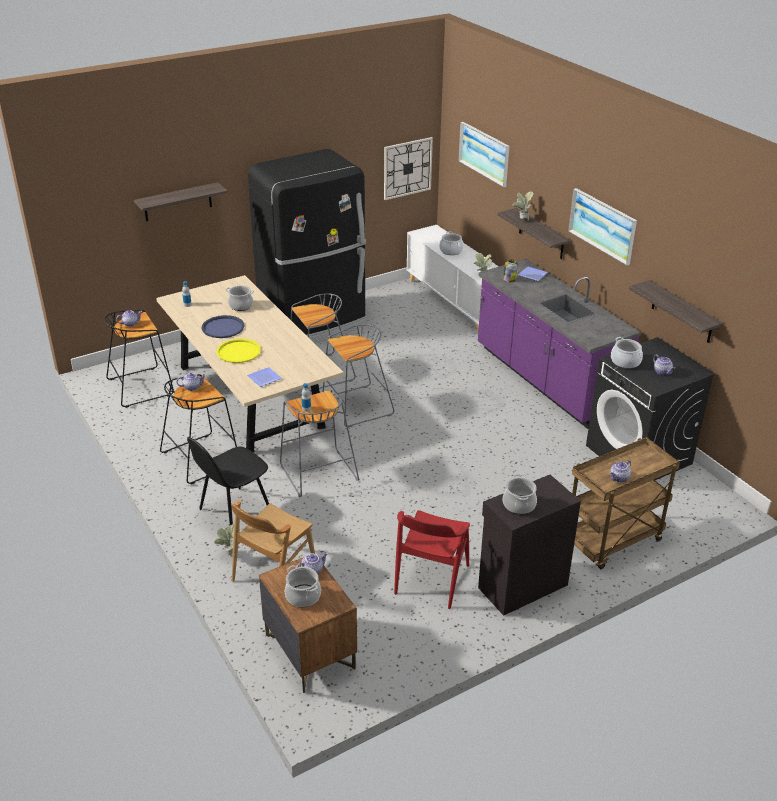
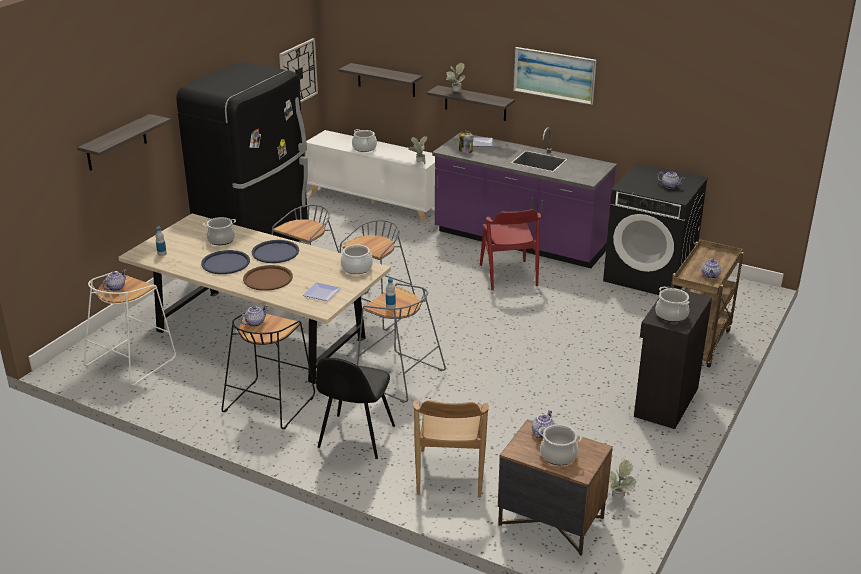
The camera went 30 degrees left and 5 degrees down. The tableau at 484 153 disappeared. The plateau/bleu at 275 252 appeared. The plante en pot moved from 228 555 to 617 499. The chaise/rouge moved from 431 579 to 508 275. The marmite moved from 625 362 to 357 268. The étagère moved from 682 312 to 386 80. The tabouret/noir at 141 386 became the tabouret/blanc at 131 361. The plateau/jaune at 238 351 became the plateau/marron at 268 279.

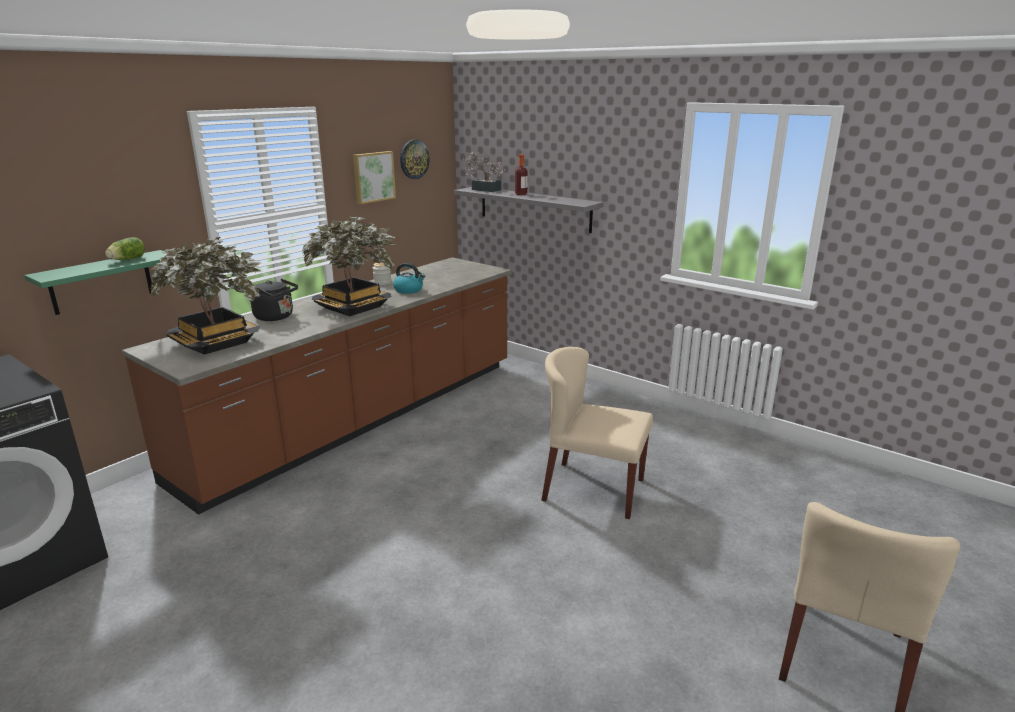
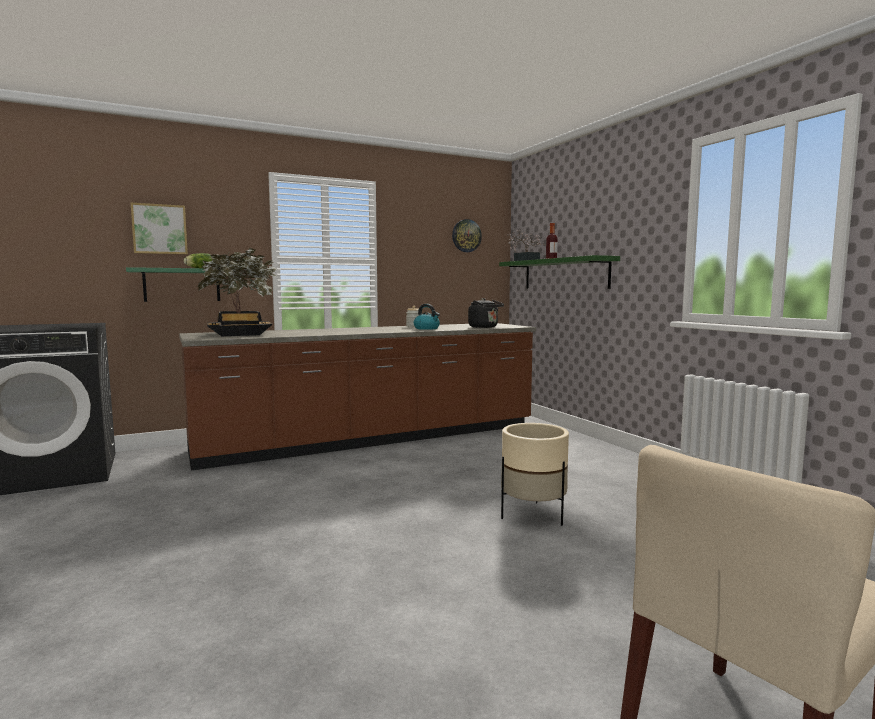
The camera went 25 degrees right and 15 degrees down. The plante en pot at 352 307 disappeared. The bouilloire/noir moved from 276 317 to 485 327. The tableau moved from 373 177 to 159 229. The chaise/beige at 592 489 was replaced by the cache-pot/beige at 533 515. The étagère/gris at 534 209 became the étagère/vert at 564 274.

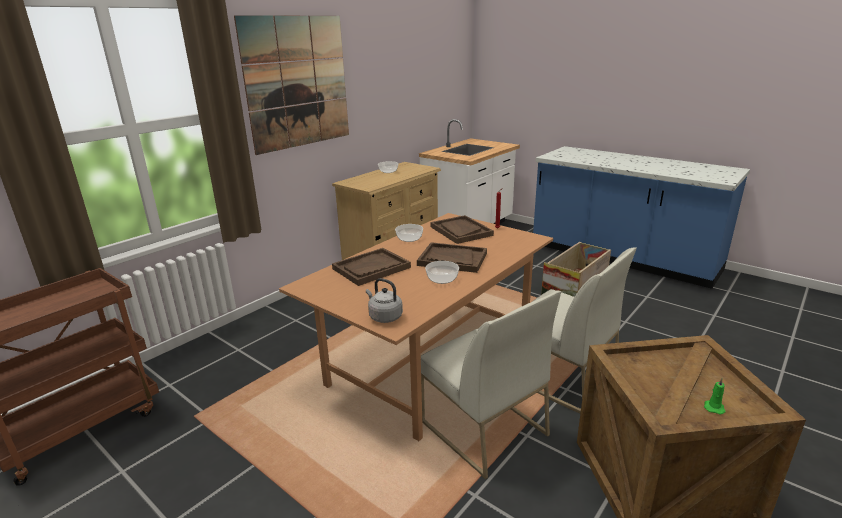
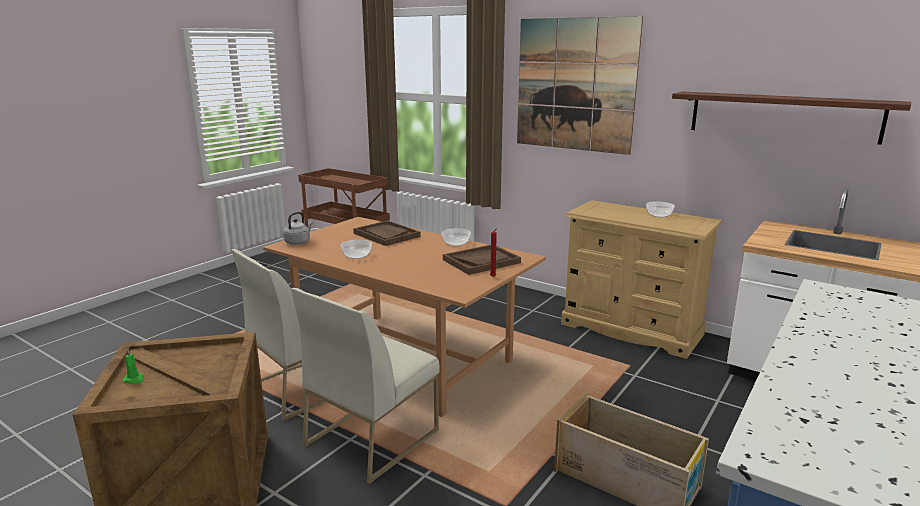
The camera went 85 degrees right and 5 degrees down. The plateau/marron at 452 259 disappeared. The étagère at 782 116 appeared.

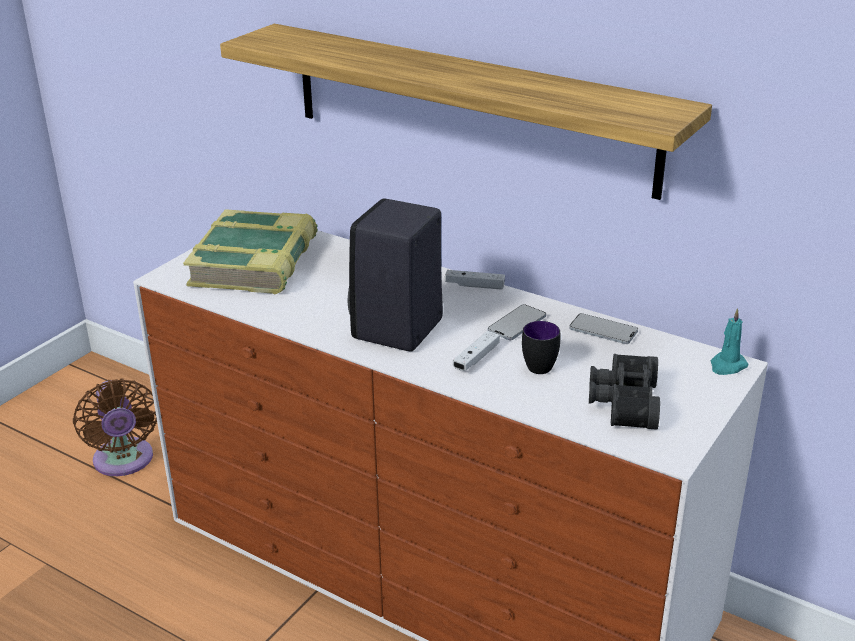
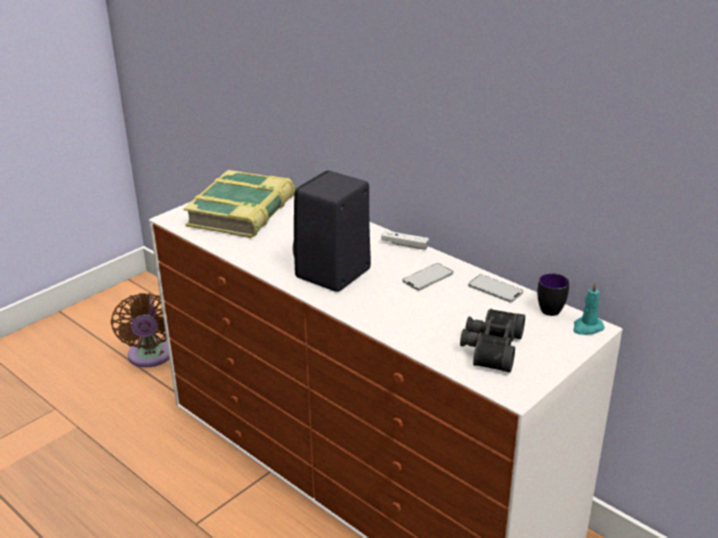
The camera went 10 degrees right and 0 degrees up. The étagère at 468 107 disappeared. The manette/blanc at 476 358 disappeared. The mug moved from 537 364 to 549 307.

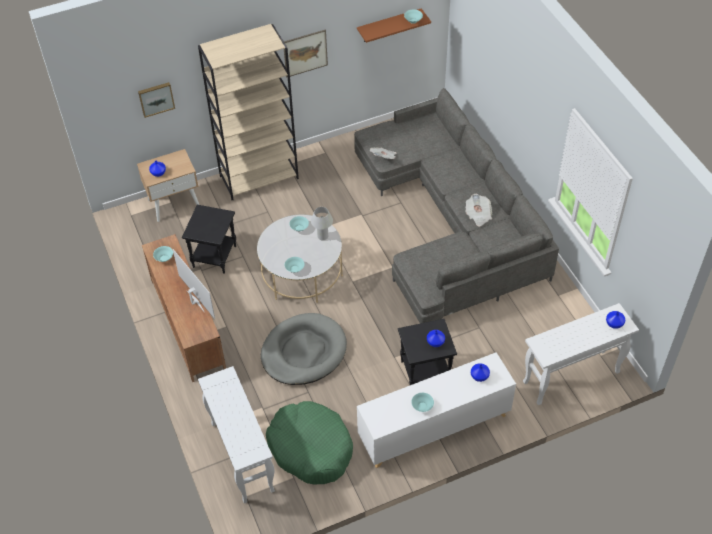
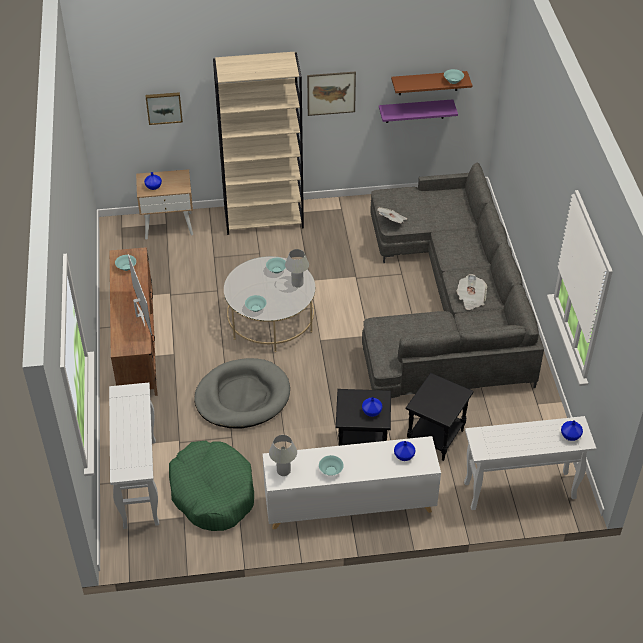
The camera went 15 degrees right and 5 degrees down. The lampe de table/blanc at 283 471 appeared. The étagère/violet at 415 111 appeared. The table d'appoint/noir moved from 215 257 to 436 438.

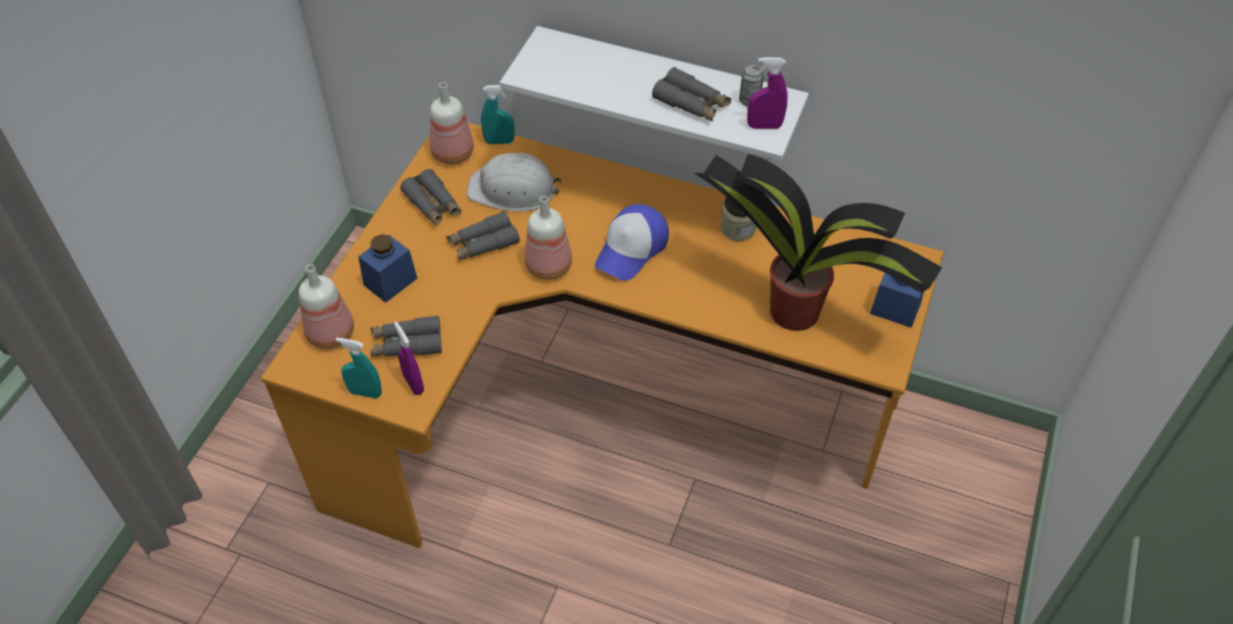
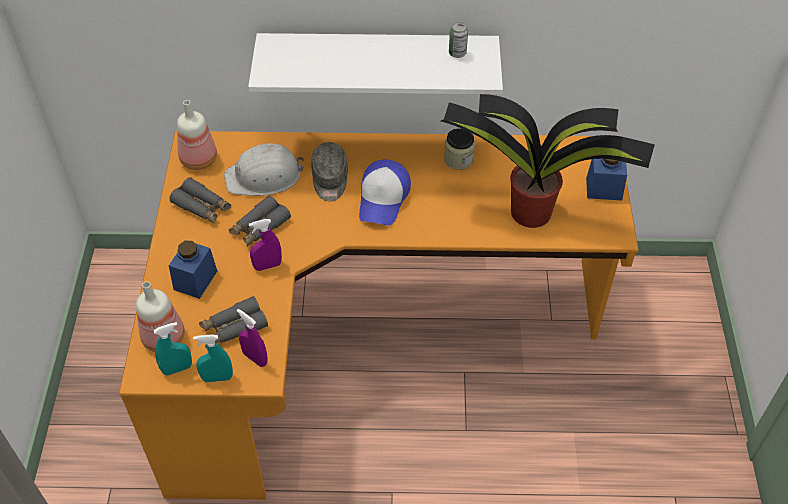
The camera went 20 degrees left and 0 degrees up. The bouteille at 550 266 disappeared. The jumelles/gris at 692 103 disappeared. The casquette/gris at 330 179 appeared. The vaporisateur/turquoise moved from 499 141 to 177 369. The vaporisateur/violet moved from 764 126 to 267 266.

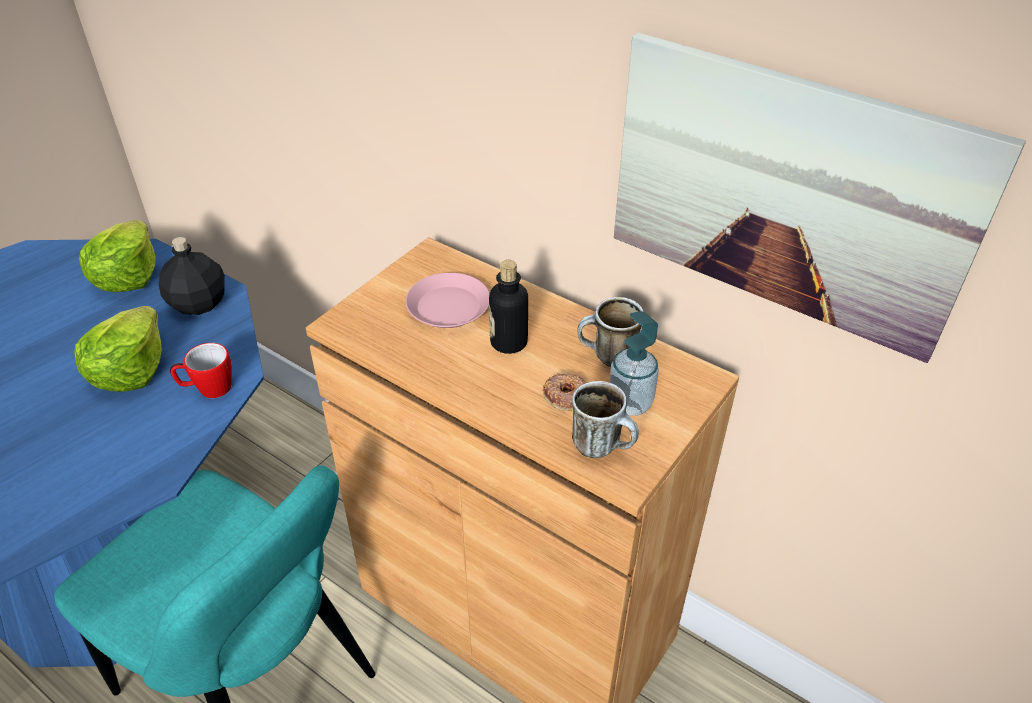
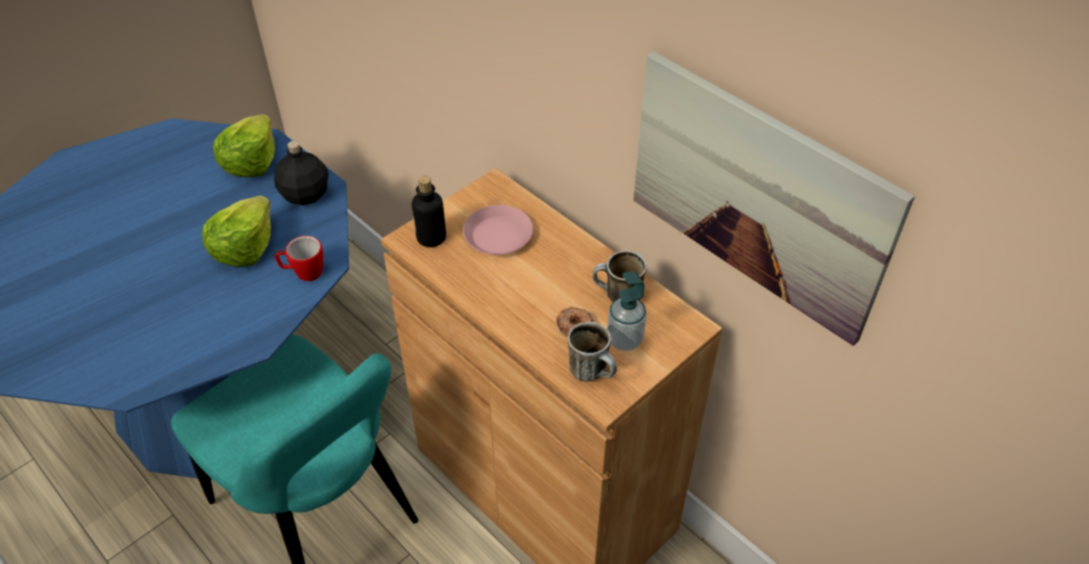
The camera went 10 degrees right and 5 degrees up. The bouteille moved from 508 342 to 431 237.

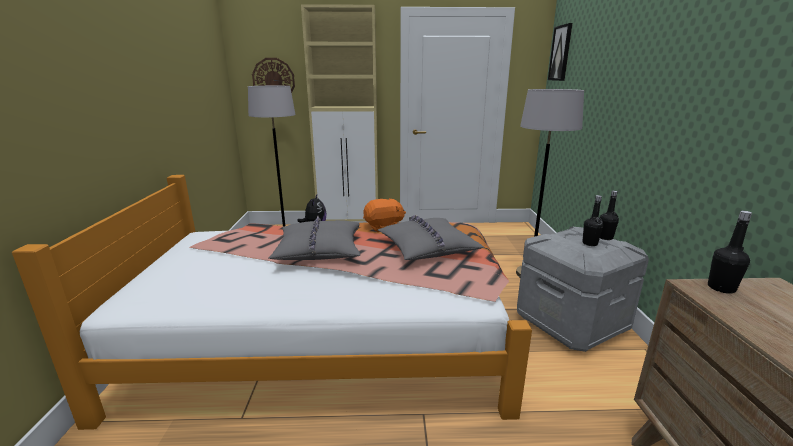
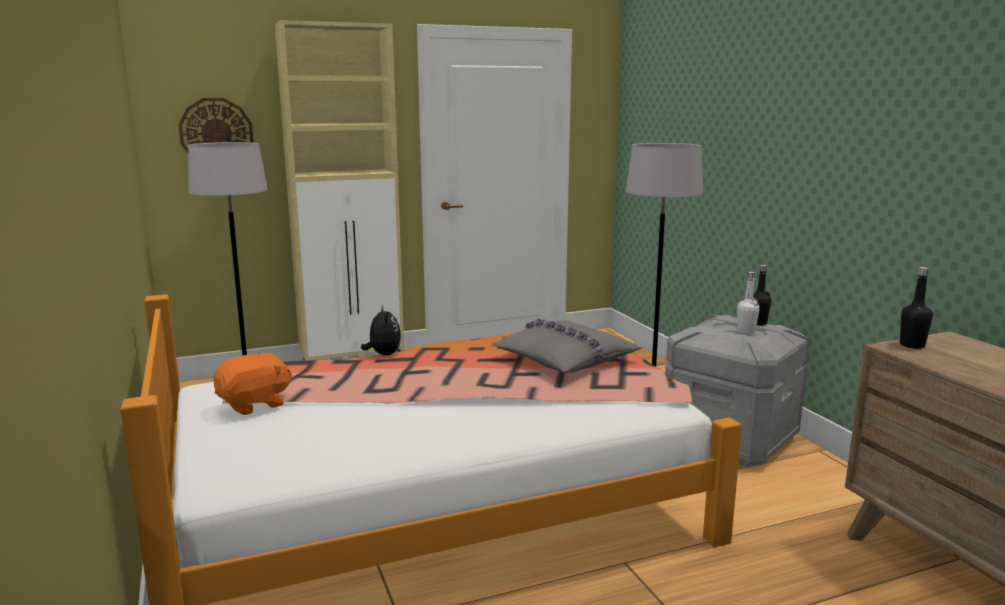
The camera went 20 degrees left and 5 degrees down. The coussin/gris at 319 249 disappeared. The tableau at 560 53 disappeared. The peluche/orange moved from 384 227 to 254 404. The bouteille/noir at 590 243 became the bouteille/blanc at 746 331.

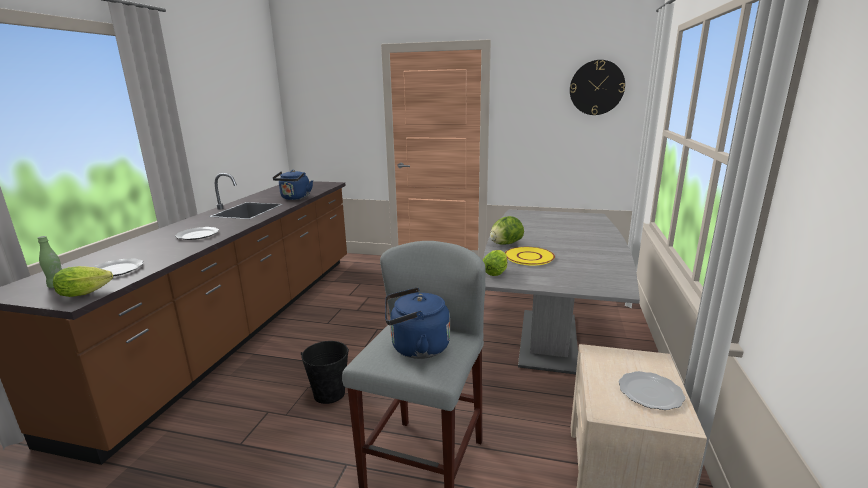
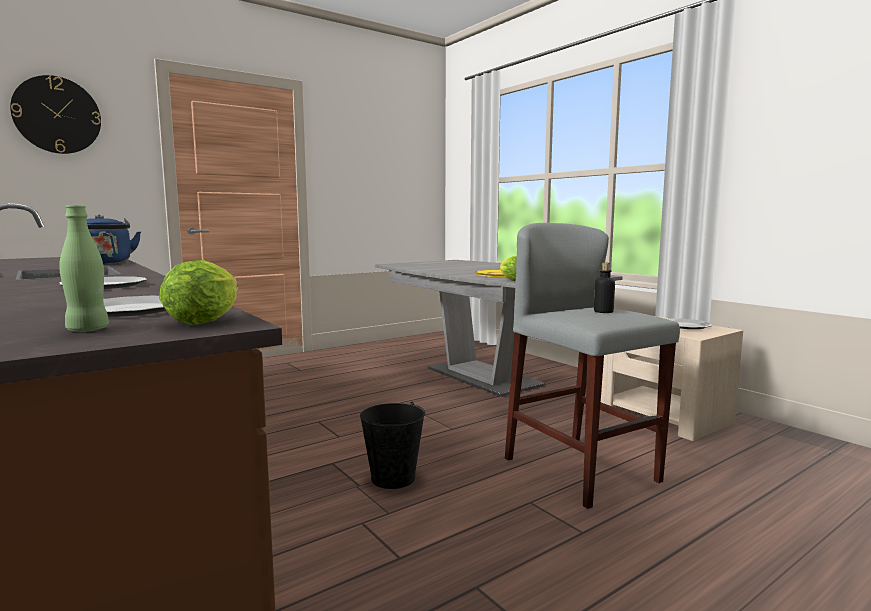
The camera went 50 degrees left and 10 degrees down. The laitue at 505 244 disappeared. The horloge murale moved from 596 87 to 57 115. The bouilloire/bleu at 416 348 was replaced by the bouteille at 603 312.

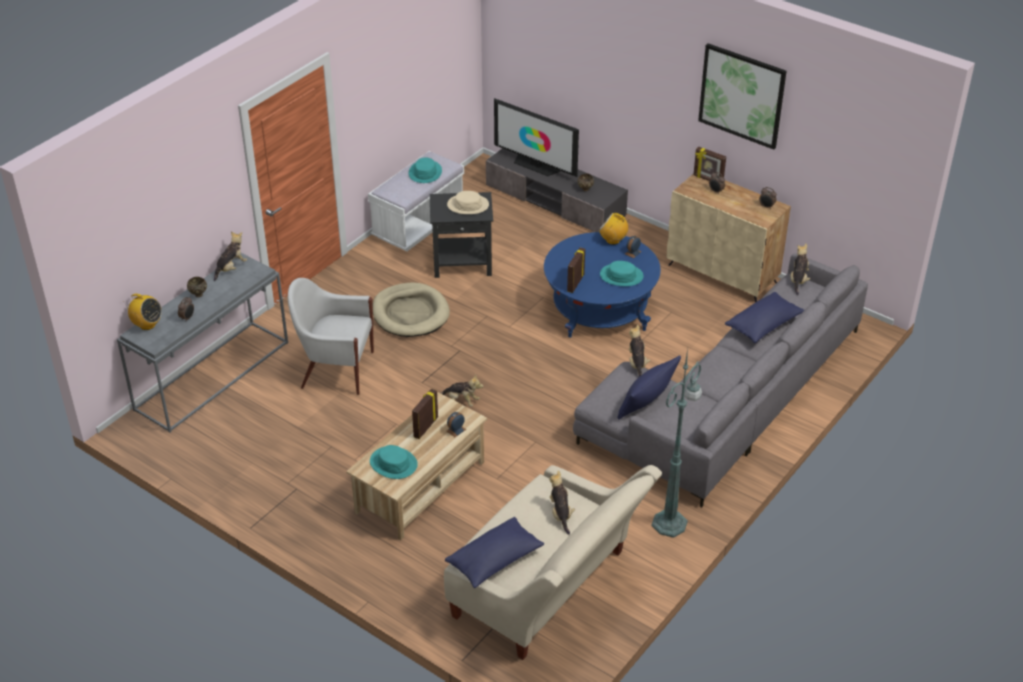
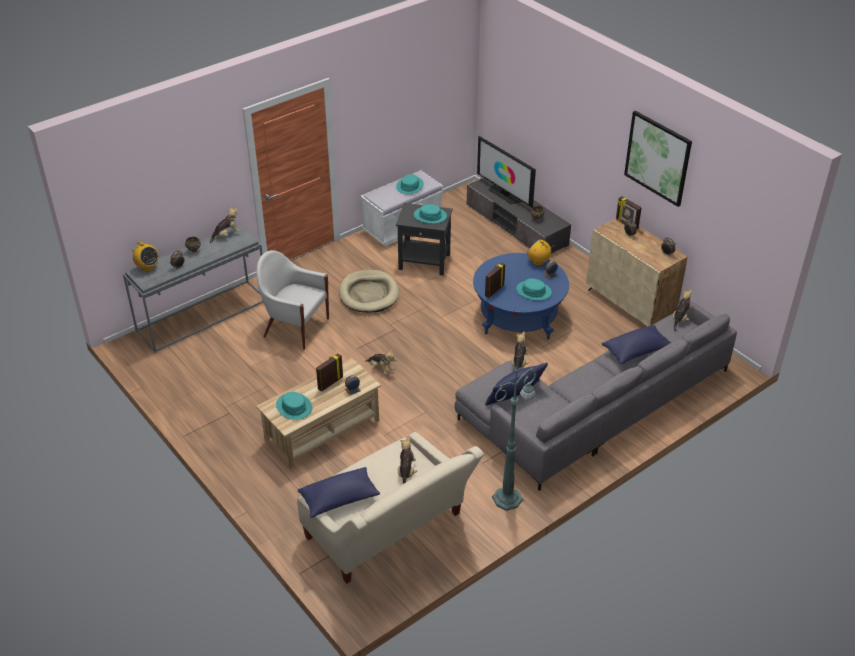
The camera went 15 degrees right and 0 degrees up. The chapeau/beige at 468 205 became the chapeau/turquoise at 430 216.

